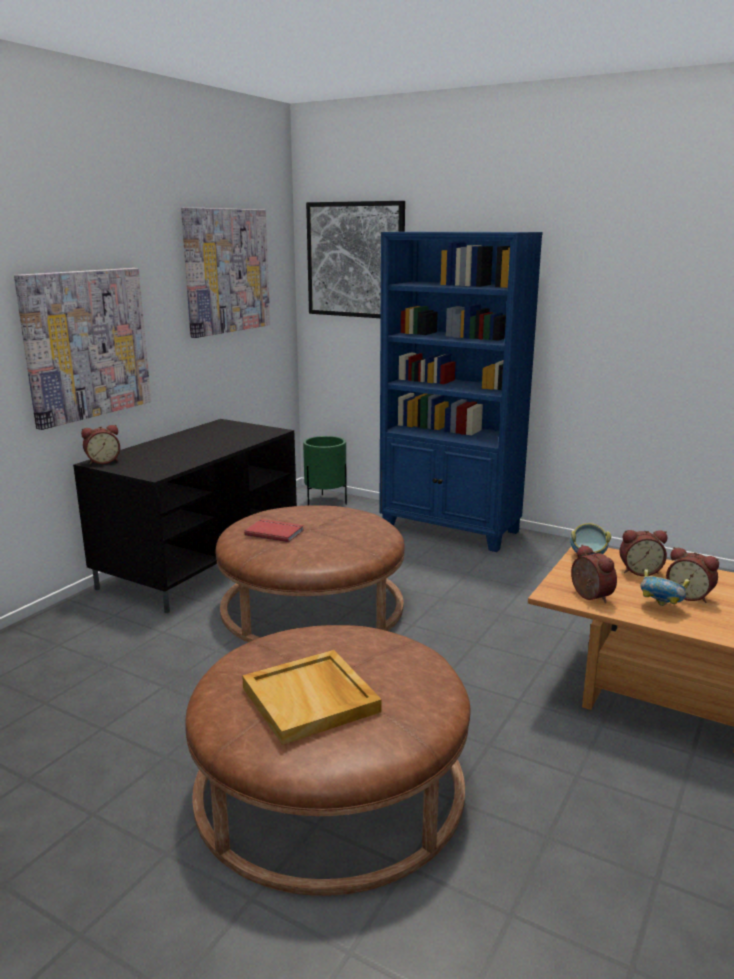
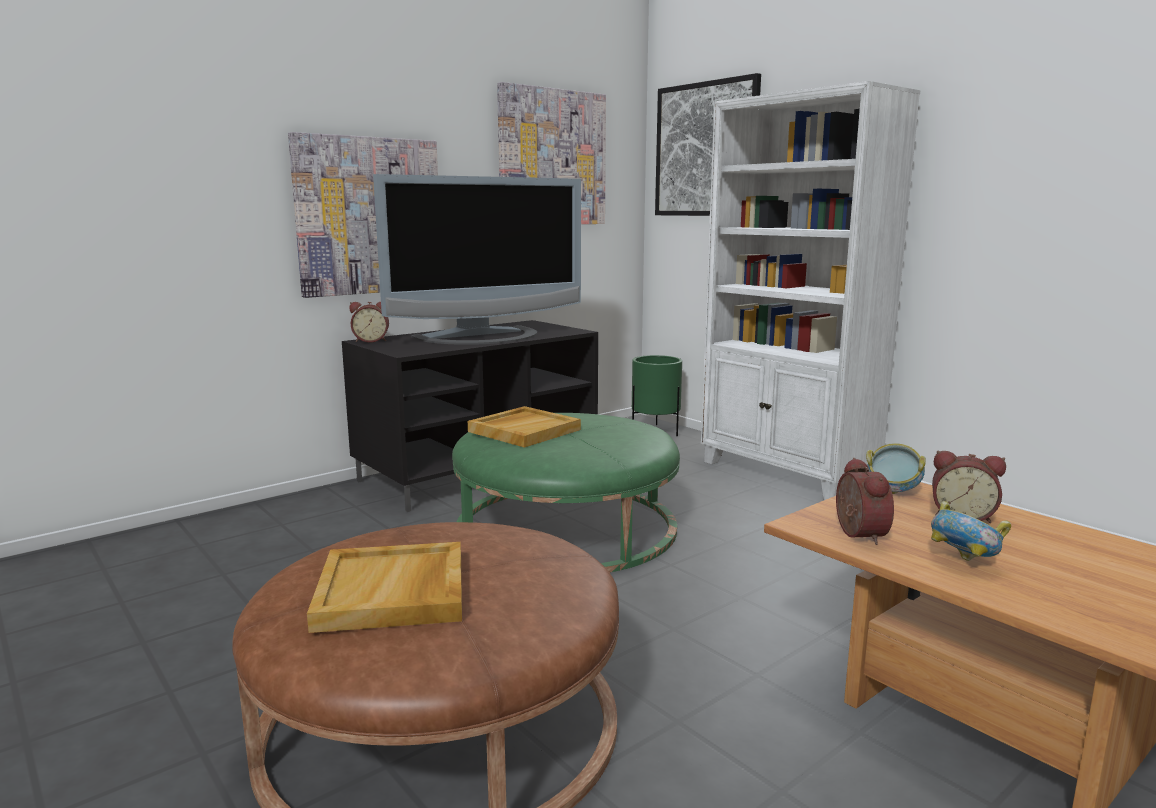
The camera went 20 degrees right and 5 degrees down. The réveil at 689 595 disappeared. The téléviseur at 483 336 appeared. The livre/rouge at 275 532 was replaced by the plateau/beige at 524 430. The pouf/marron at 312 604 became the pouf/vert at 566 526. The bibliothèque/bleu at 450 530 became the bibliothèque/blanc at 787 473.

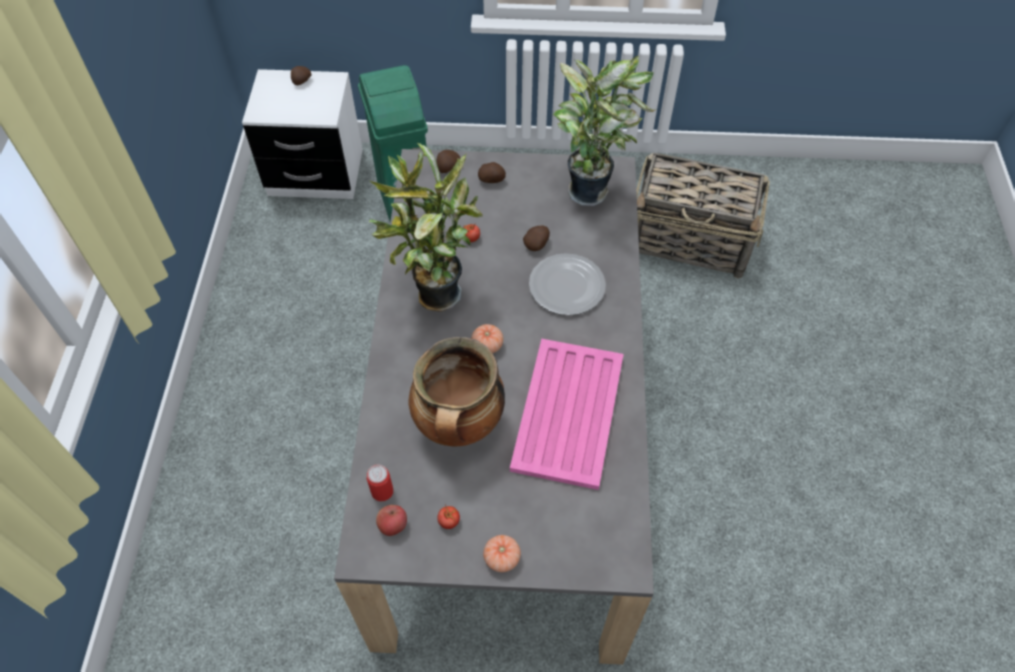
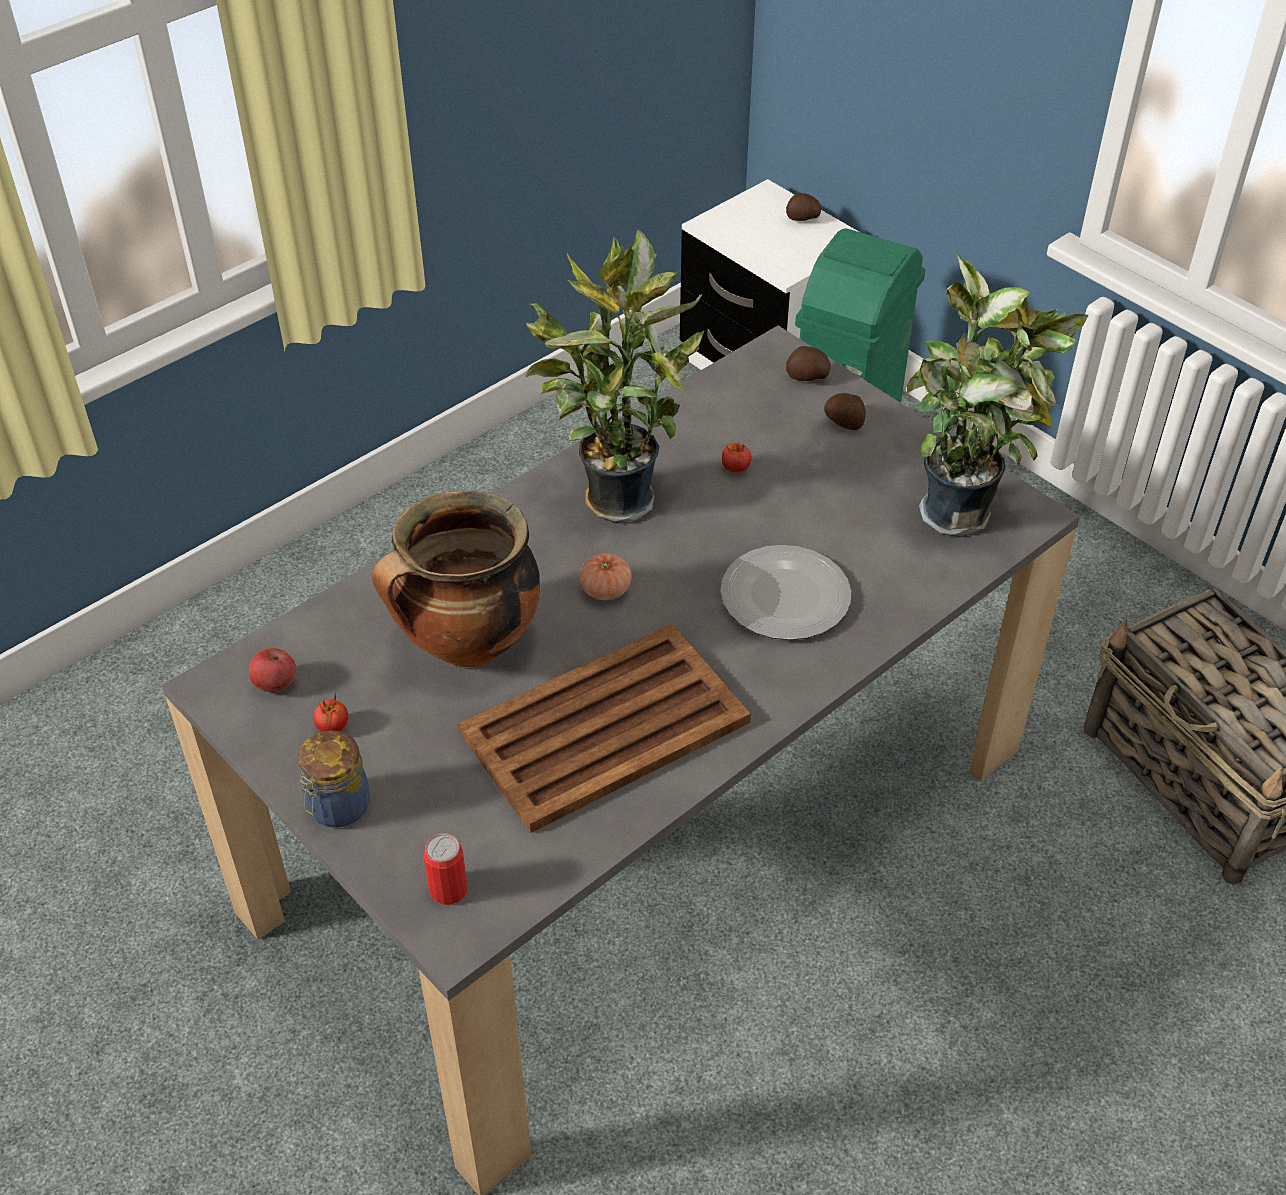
The camera went 45 degrees right and 10 degrees down. The pomme de terre at 537 244 disappeared. The boîte métallique moved from 382 491 to 448 889. The tomate at 502 558 was replaced by the bocal at 337 808. The plateau/rose at 569 411 became the plateau/marron at 607 727.

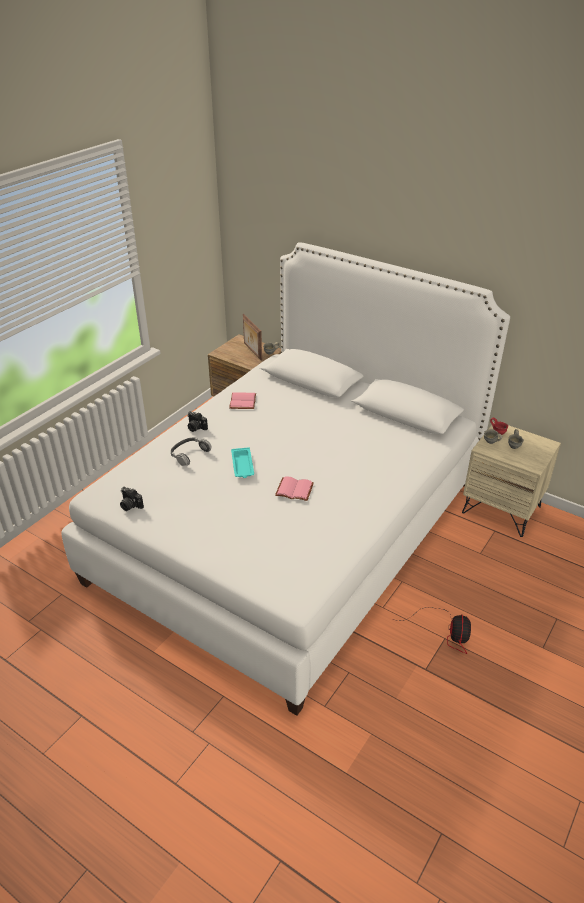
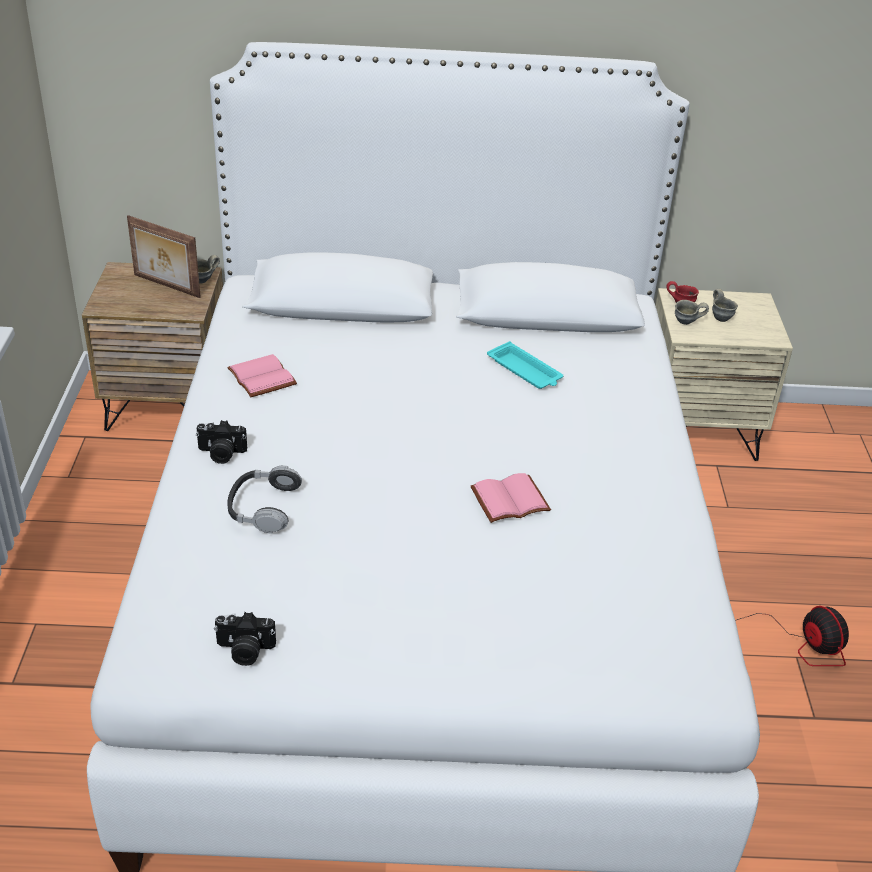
The camera went 35 degrees left and 0 degrees up. The plateau/turquoise moved from 242 465 to 525 371.

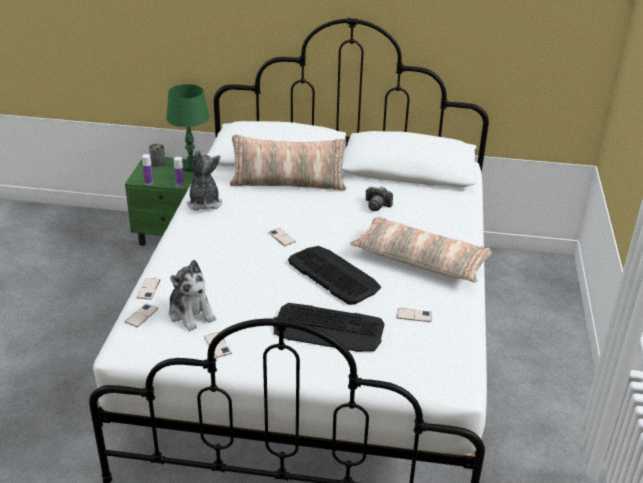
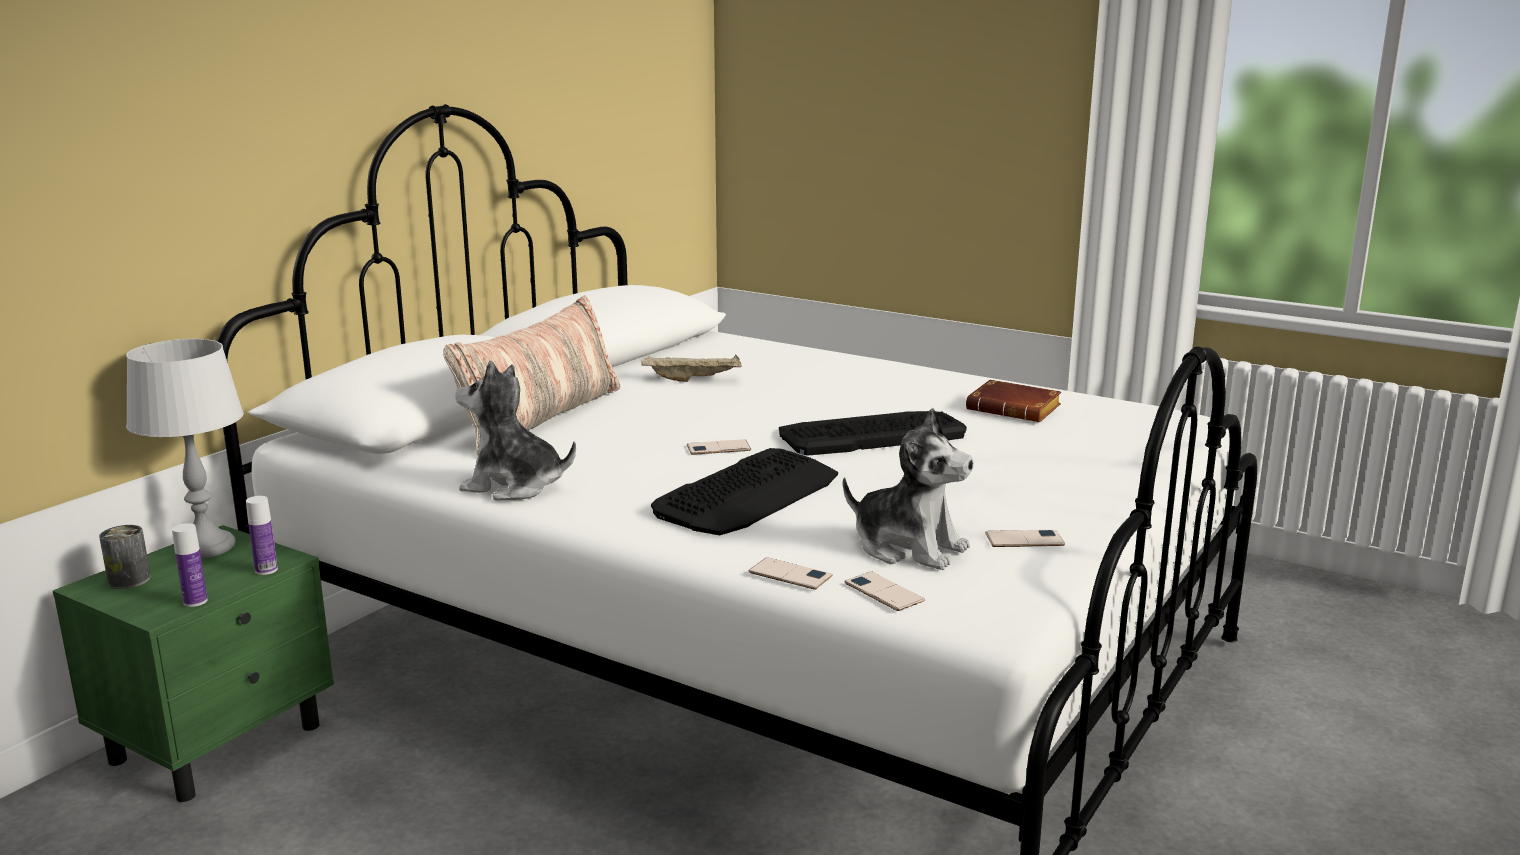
The camera went 65 degrees left and 15 degrees down. The coussin at 420 260 disappeared. The clavier moved from 328 329 to 749 494. The appareil photo at 377 205 was replaced by the plateau/beige at 694 379. The téléphone at 414 315 was replaced by the livre/marron at 1016 409. The lampe de table/vert at 191 166 became the lampe de table/gris at 204 547. The peluche at 191 313 turned 45 degrees clockwise.

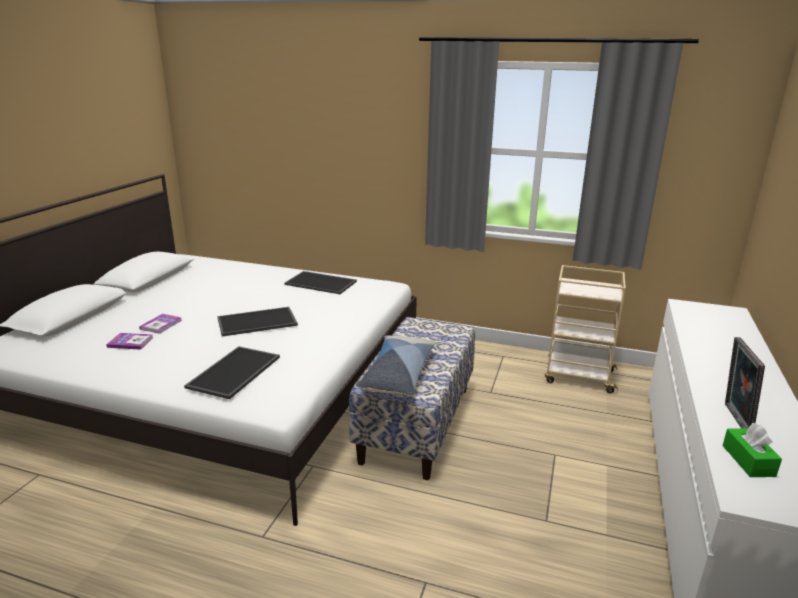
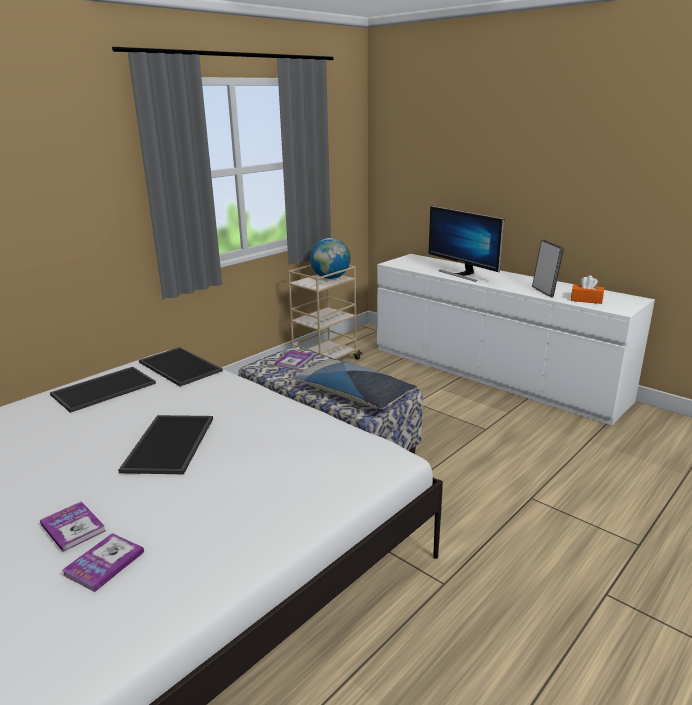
The camera went 65 degrees left and 0 degrees up. The livre at 294 361 appeared. The globe at 330 278 appeared. The écran d'ordinateur at 462 274 appeared. The plateau moved from 235 372 to 181 366. The boîte à mouchoirs/vert at 748 460 became the boîte à mouchoirs/orange at 586 300. The cadre photo at 733 419 turned 135 degrees counterclockwise.

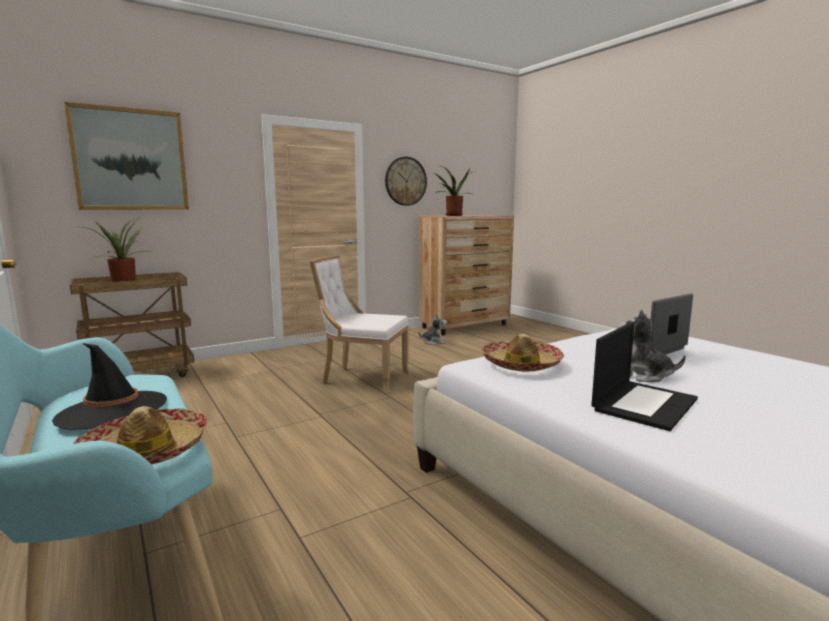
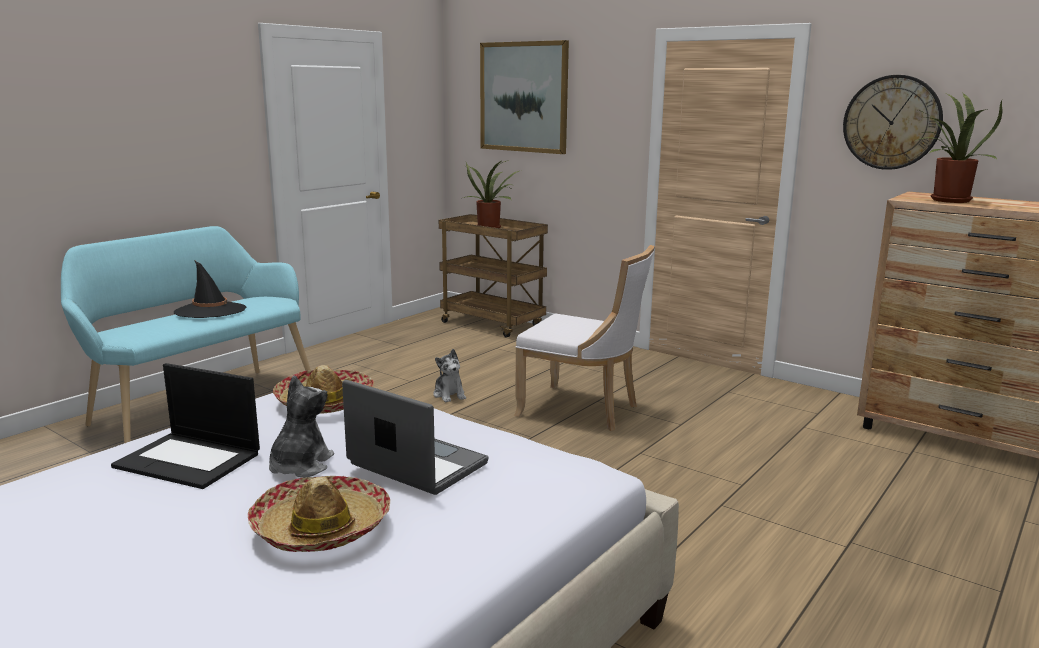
The camera went 70 degrees right and 5 degrees up. The chapeau moved from 147 450 to 321 527. The peluche moved from 433 342 to 449 395. The chaise/blanc at 362 378 turned 120 degrees clockwise.

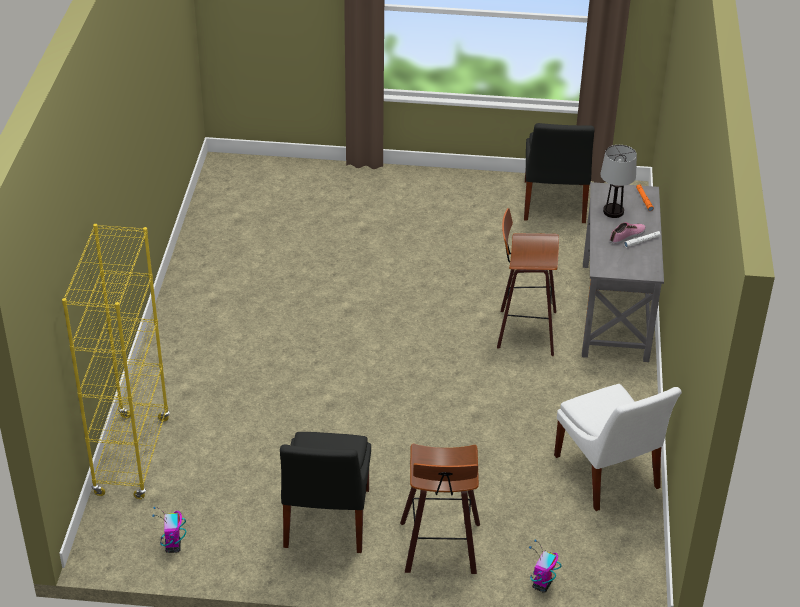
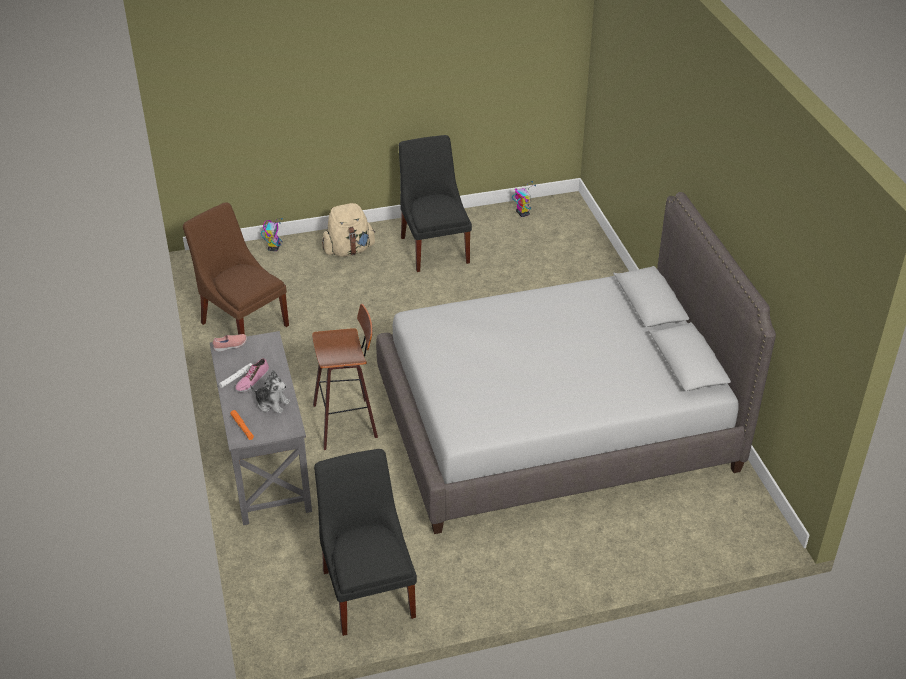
The camera went 160 degrees right and 0 degrees up. The bibliothèque/jaune at 132 456 disappeared. The chaussure/rose at 230 346 appeared. The lit/gris at 556 425 appeared. The tabouret at 441 550 was replaced by the sac à dos/beige at 349 250. The lampe de table at 613 212 was replaced by the peluche at 272 403. The chaise/blanc at 608 475 became the chaise/marron at 243 322.

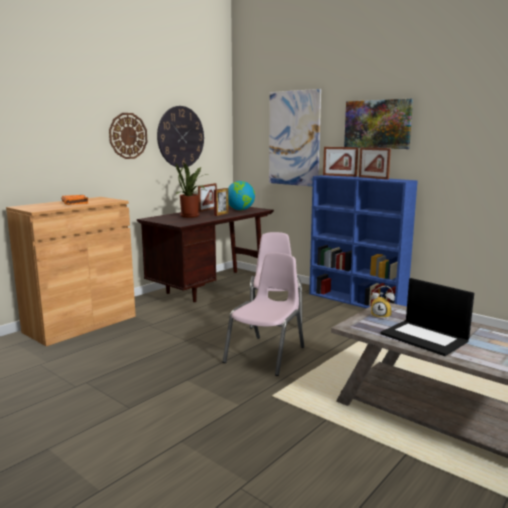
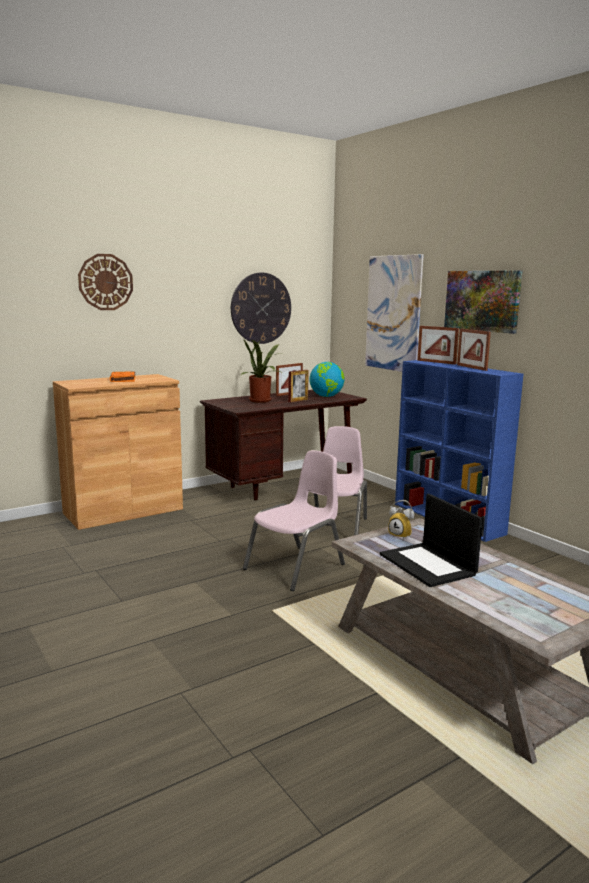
The camera went 15 degrees right and 0 degrees up. The horloge murale moved from 128 136 to 105 282.

